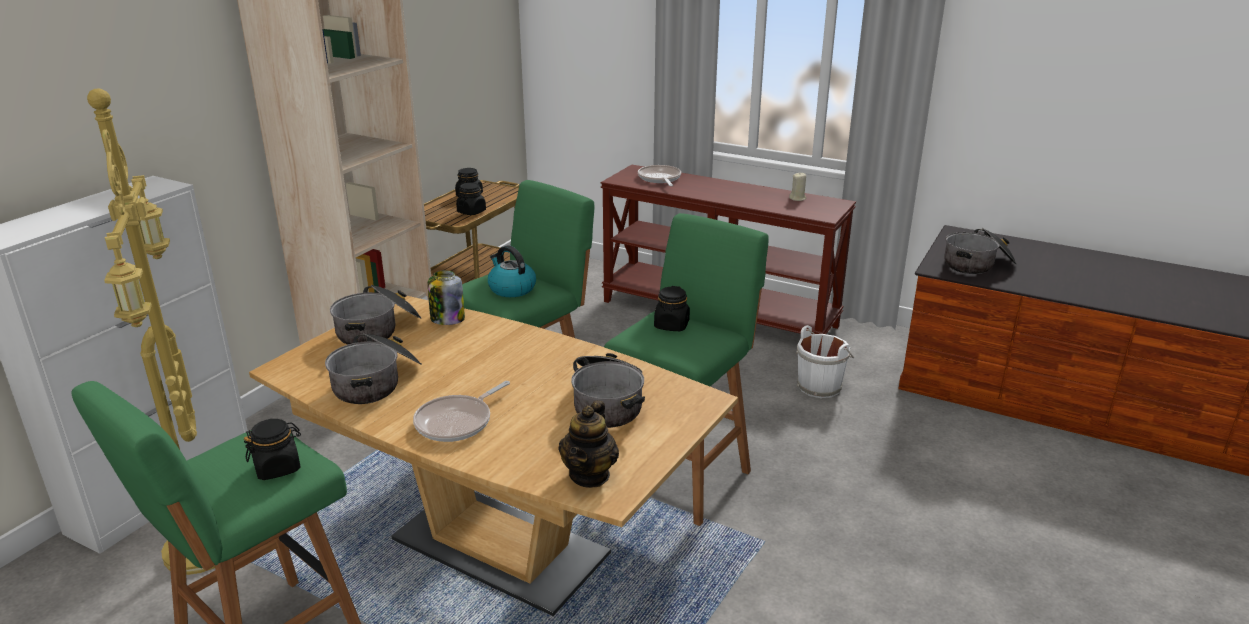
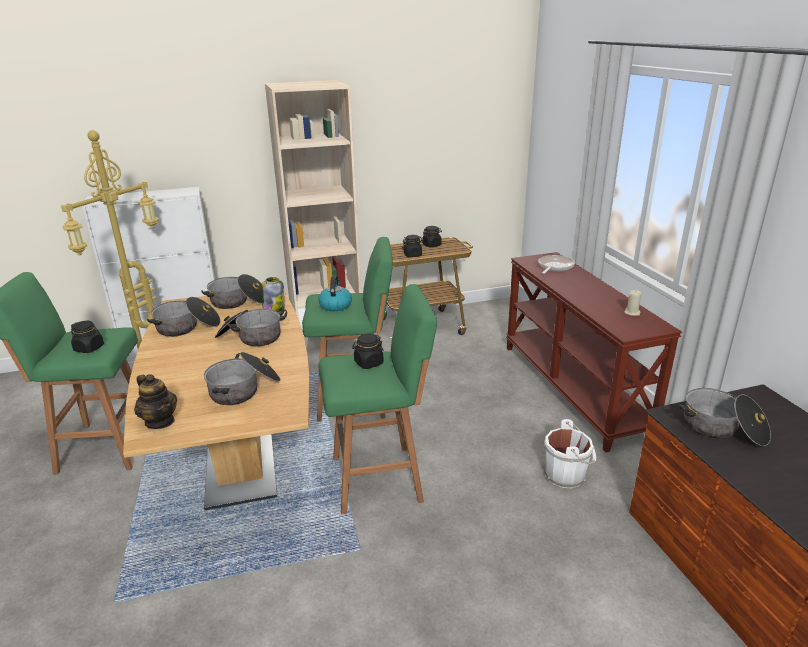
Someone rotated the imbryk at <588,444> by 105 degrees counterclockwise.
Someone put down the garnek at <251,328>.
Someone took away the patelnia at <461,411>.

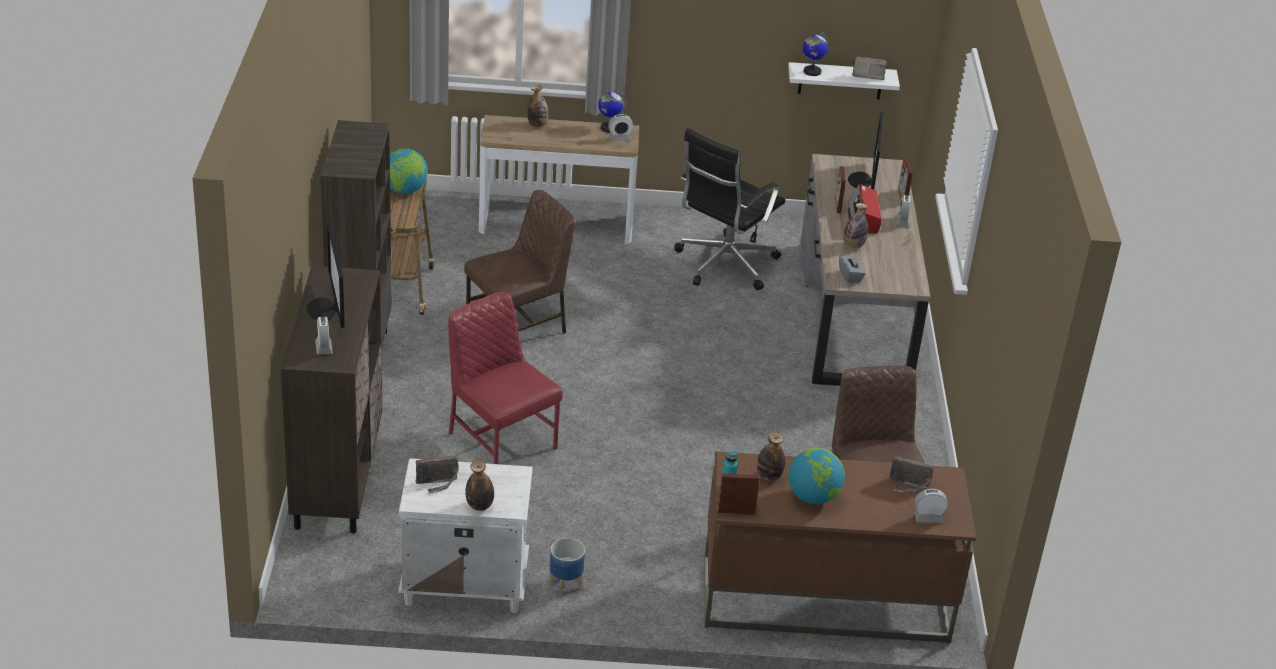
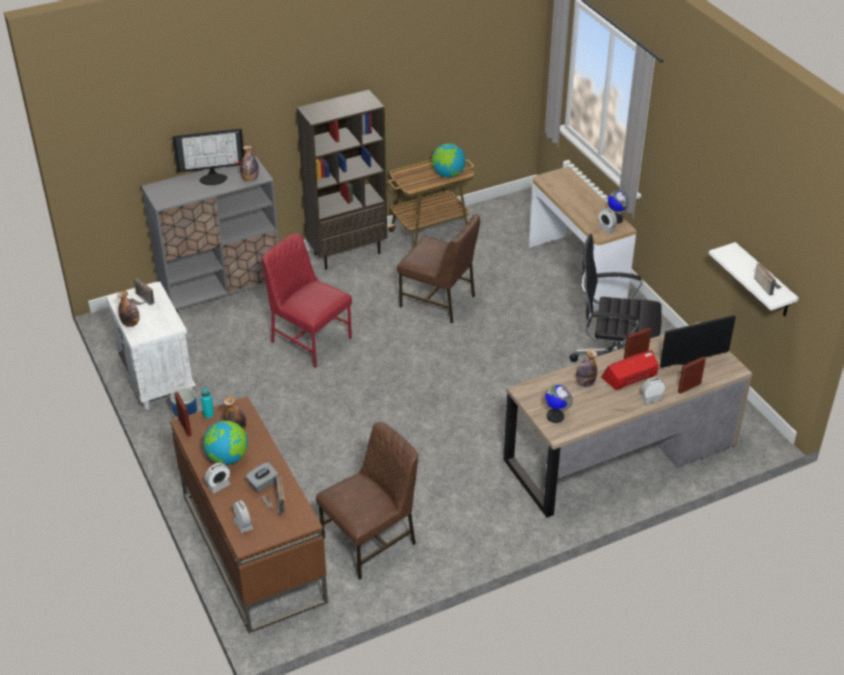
Someone repainted the szafka/brązowy at <331,399>, which became the szafka/szary at <210,235>.
Someone rotated the monitor at <325,275> by 150 degrees counterclockwise.
Someone carried the budzik from <324,336> to <217,478>.
Someone carried the butelka from <538,106> to <249,164>.
Someone carried the pudełko chusteczek/szary from <852,268> to <262,477>.
Someone rotated the krzesło/czerwony at <505,378> by 75 degrees counterclockwise.
Someone carried the globus from <815,54> to <559,404>.

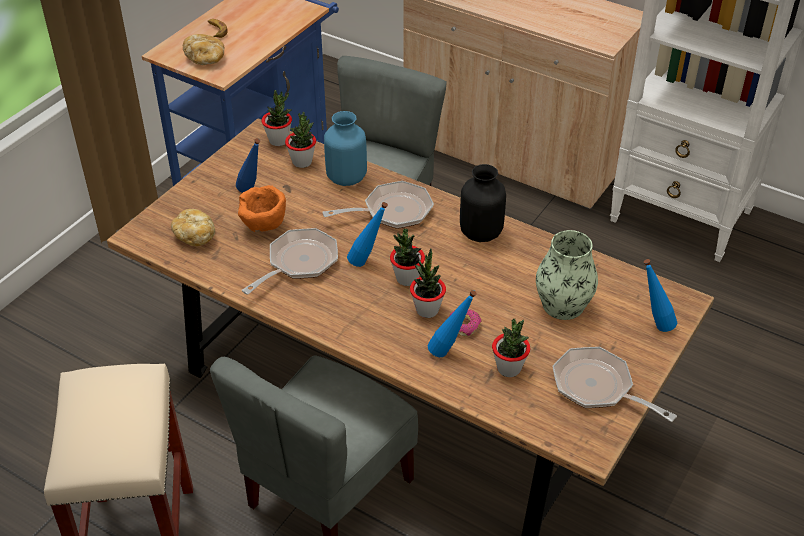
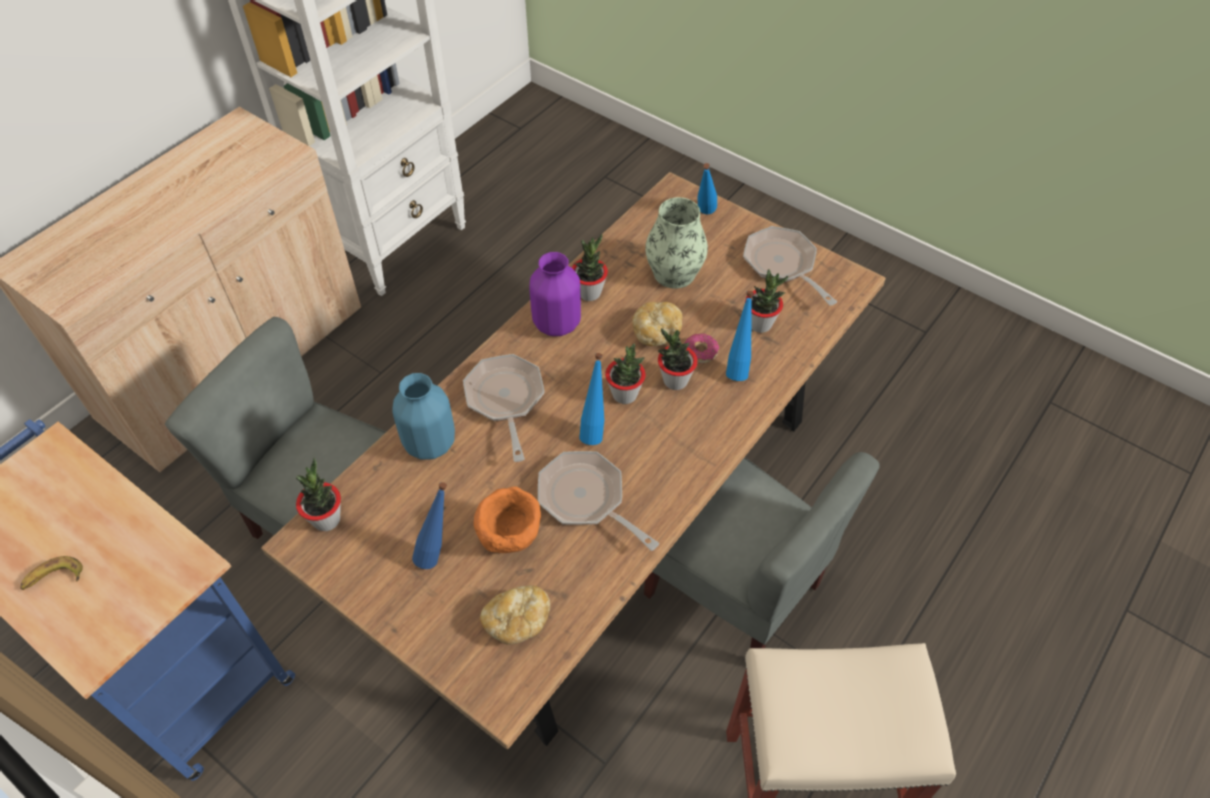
Someone repainted the wazon/czarny at <483,203>, which became the wazon/fioletowy at <555,294>.
Someone carried the roślina doniczkowa from <300,140> to <590,267>.
Someone carried the chleb from <203,49> to <657,324>.
Someone rotated the patelnia at <615,384> by 105 degrees clockwise.

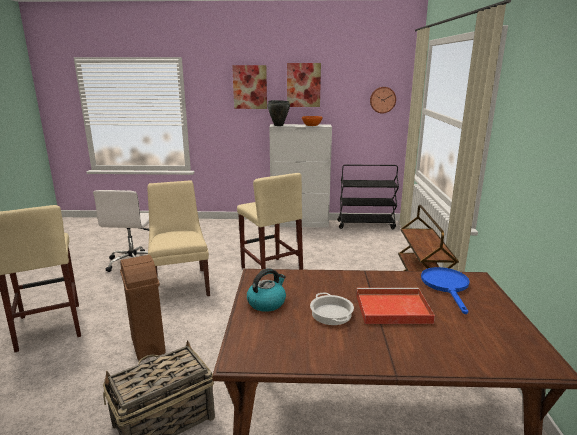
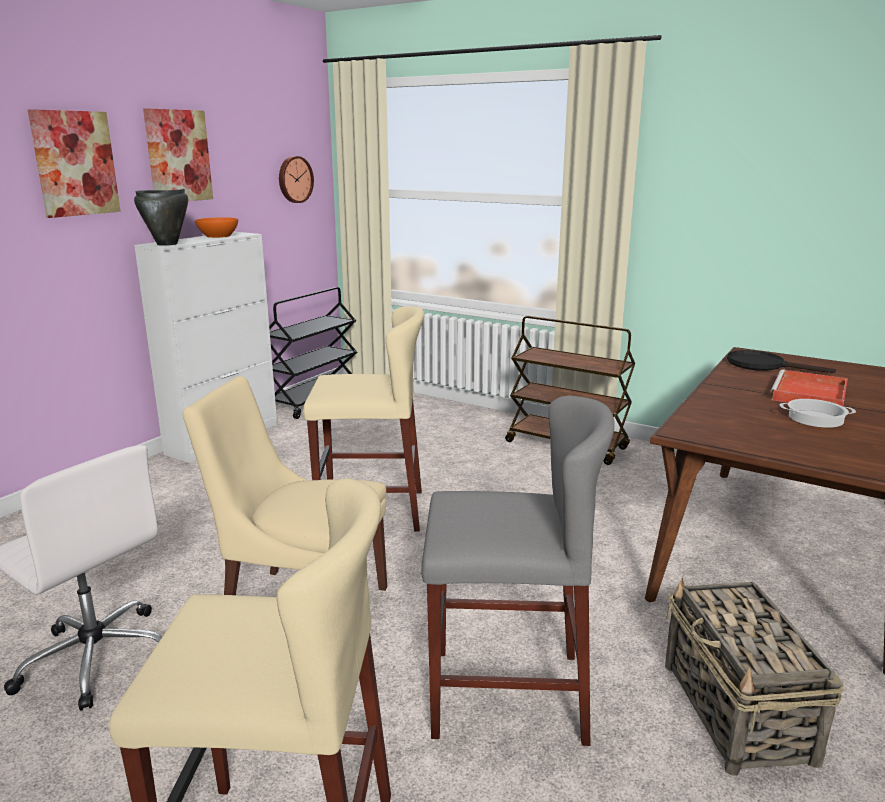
Someone swapped the kosz na śmieci/brązowy at <143,308> for the stołek/szary at <518,570>.
Someone repainted the patelnia/niebieski at <445,290>, which became the patelnia/czarny at <781,361>.
Someone took away the czajnik at <266,290>.

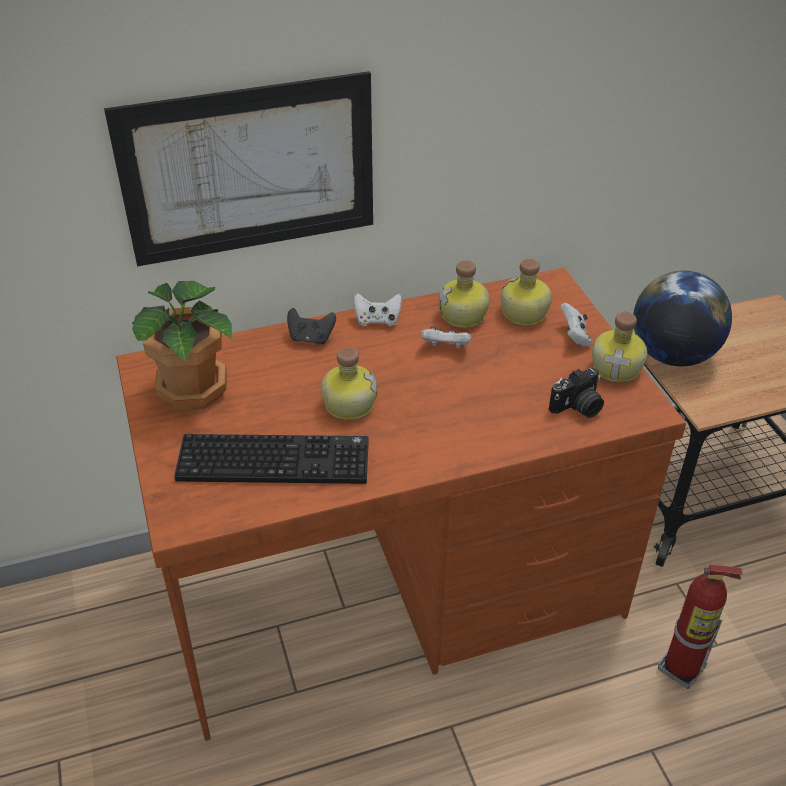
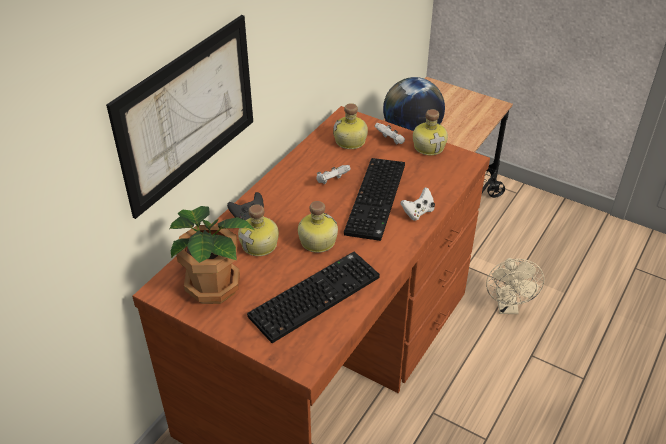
Someone carried the butelka from <464,294> to <258,230>.
Someone put down the klawiatura at <374,199>.
Someone carried the pad do gier/biały from <378,309> to <417,204>.
Someone swapped the gaśnica at <700,627> for the wentylator/beżowy at <515,286>.
Someone took away the aparat fotograficzny at <576,393>.

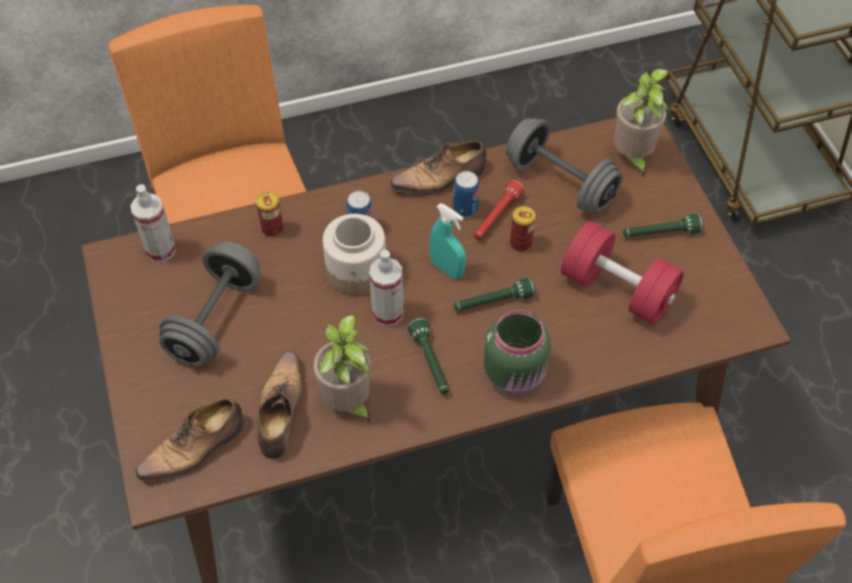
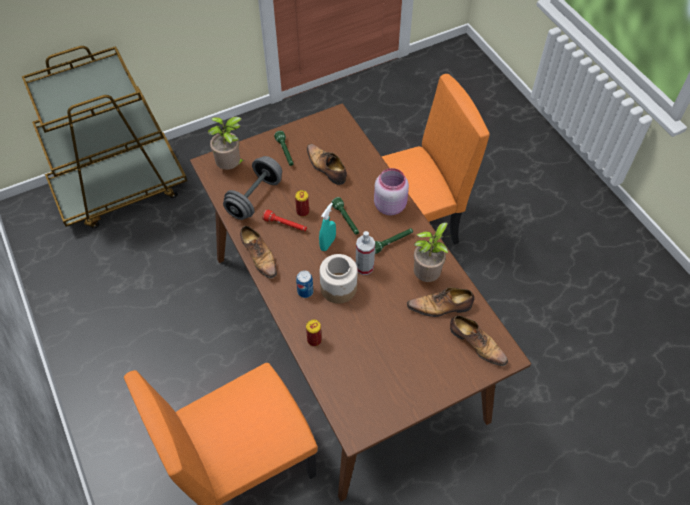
Someone swapped the hantel/czerwony at <622,273> for the but at <327,164>.
Someone repainted the słoik/zielony at <517,352>, which became the słoik/różowy at <391,191>.
Someone took away the spryskiwacz at <153,223>.
Someone took away the hantel/szary at <209,303>.
Someone took away the puszka at <466,194>.

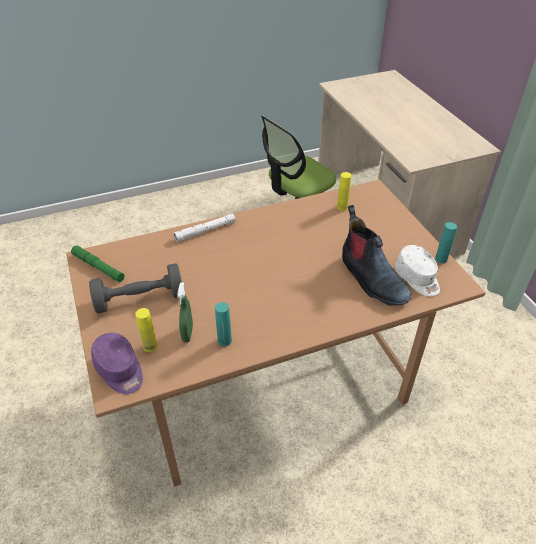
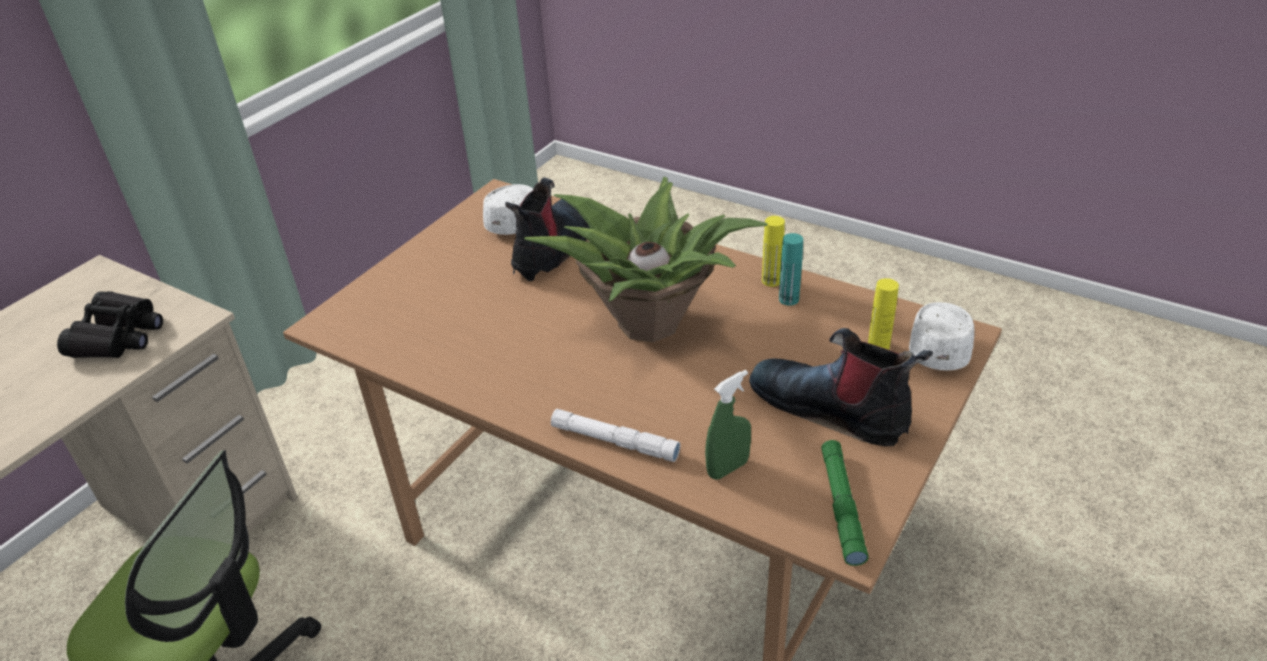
Someone put down the lornetka/czarny at <110,324>.
Someone put down the roślina doniczkowa at <646,259>.
Someone carried the spryskiwacz/zielony from <185,312> to <728,424>.
Someone swapped the hantel/szary at <135,288> for the but z cholewką at <841,387>.
Someone carried the butelka/żółty from <344,191> to <773,251>.
Someone repainted the czapka z daszkiem/fioletowy at <117,363>, which became the czapka z daszkiem/biały at <941,336>.
Someone took away the butelka/turkusowy at <446,242>.

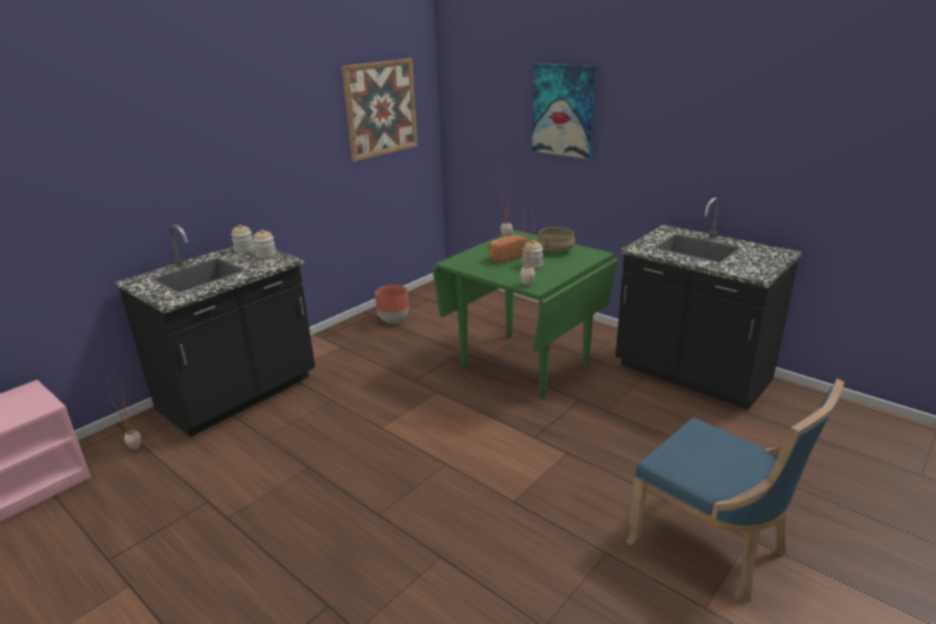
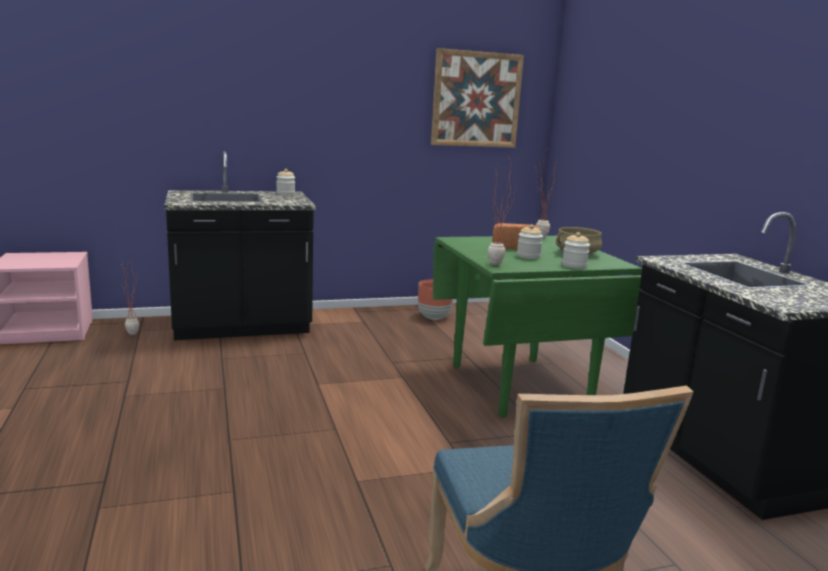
Someone carried the słoik from <264,244> to <576,250>.
Someone took away the obraz at <564,111>.

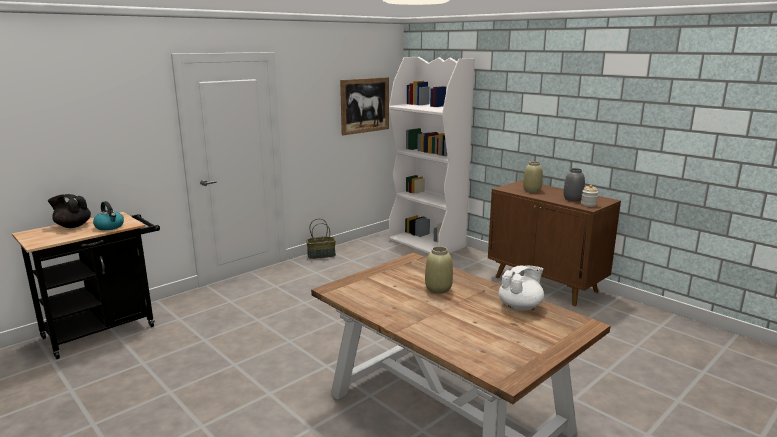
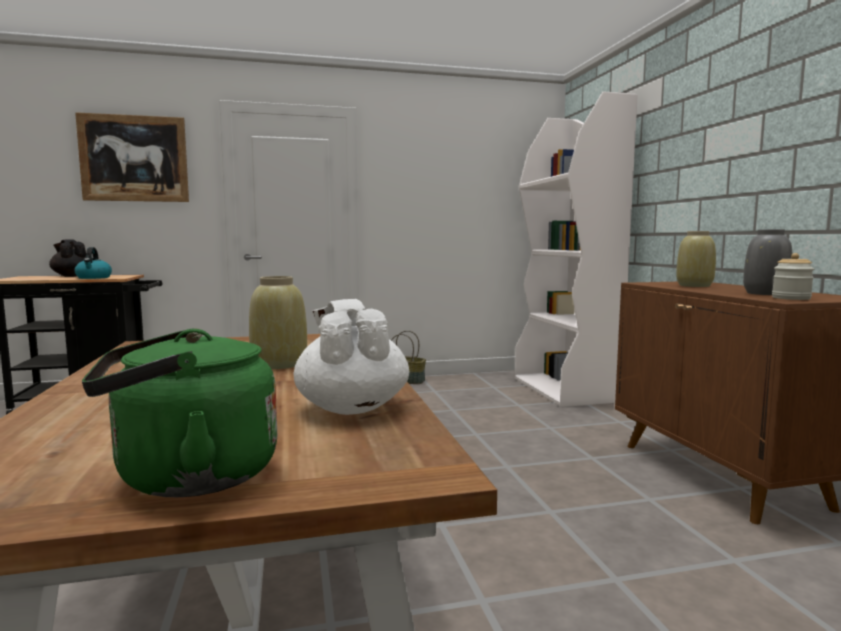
Someone carried the obraz from <364,106> to <132,157>.
Someone put down the czajnik/zielony at <179,412>.
Someone rotated the imbryk/biały at <521,288> by 105 degrees counterclockwise.

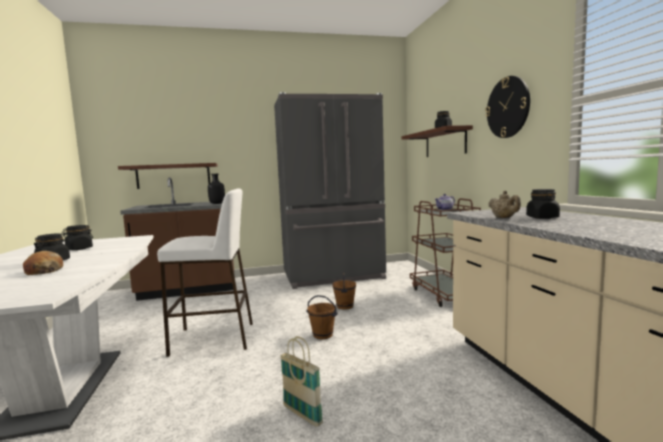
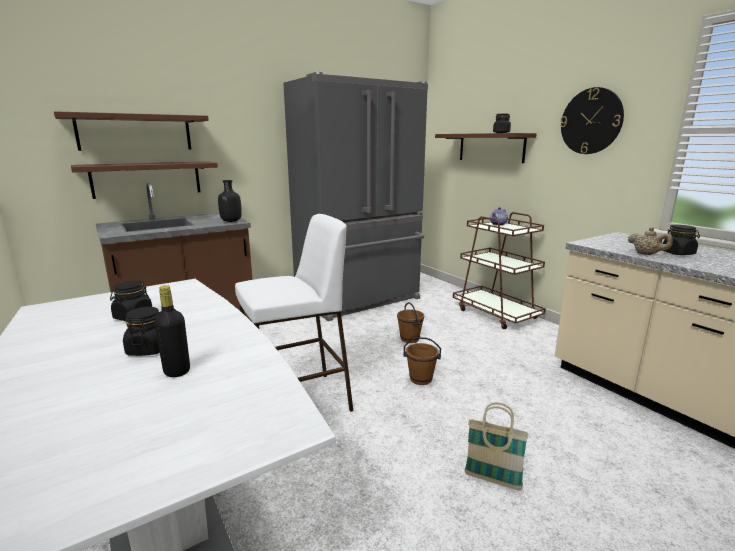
Someone put up the półka/brązowy at <131,131>.
Someone swapped the chleb at <43,263> for the butelka/czarny at <172,331>.

